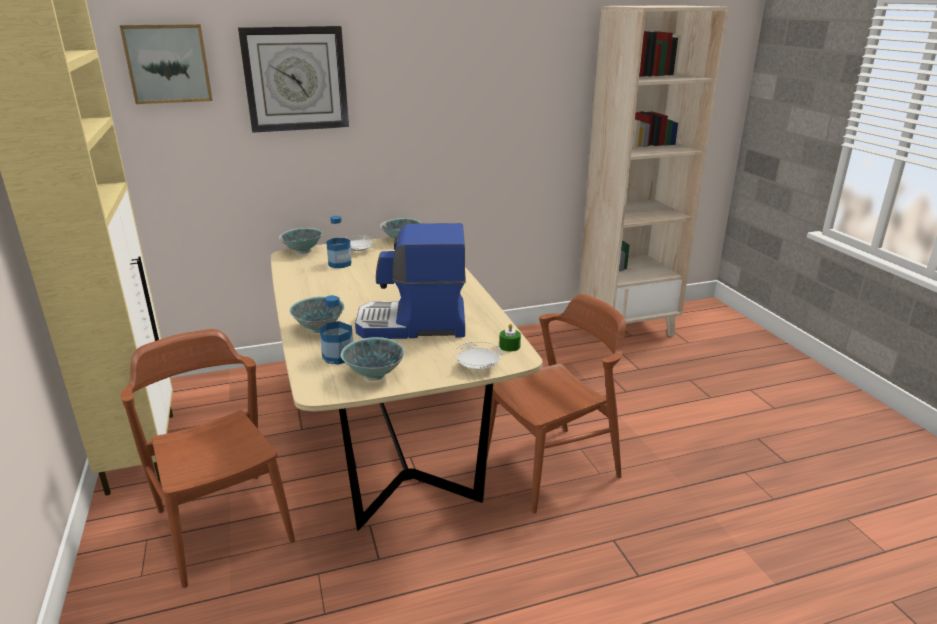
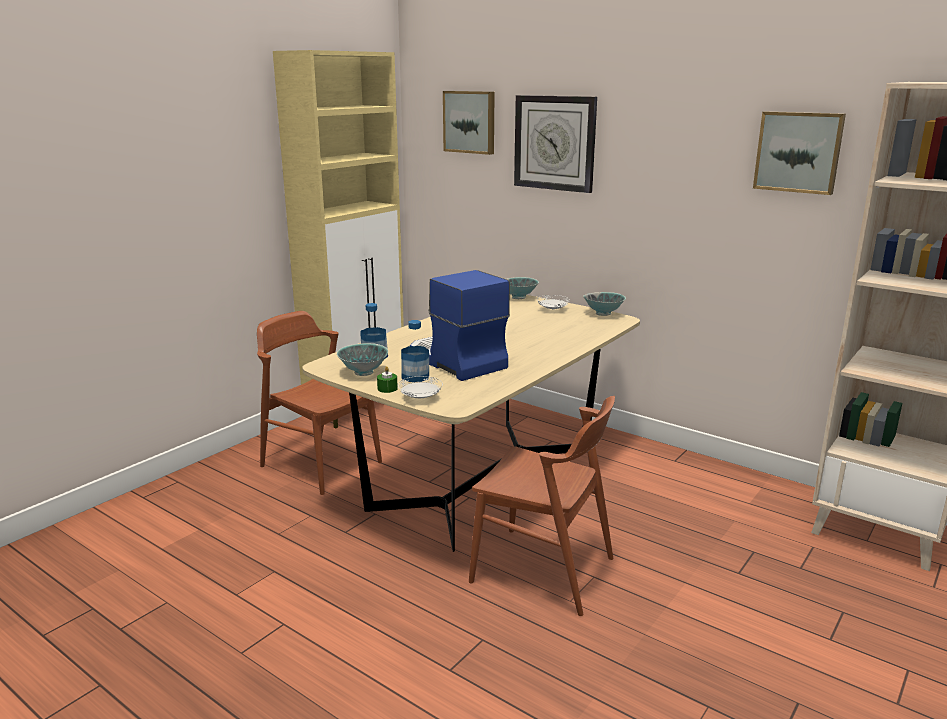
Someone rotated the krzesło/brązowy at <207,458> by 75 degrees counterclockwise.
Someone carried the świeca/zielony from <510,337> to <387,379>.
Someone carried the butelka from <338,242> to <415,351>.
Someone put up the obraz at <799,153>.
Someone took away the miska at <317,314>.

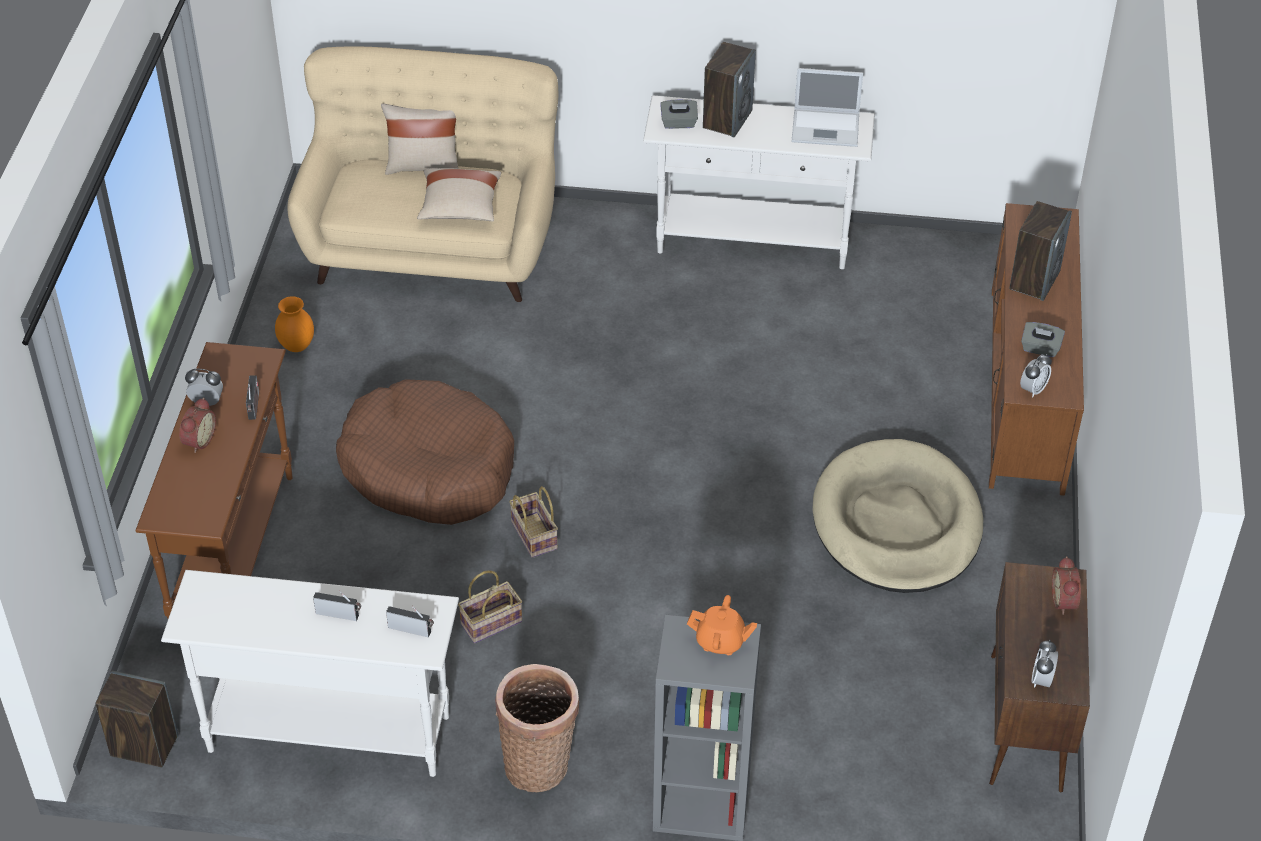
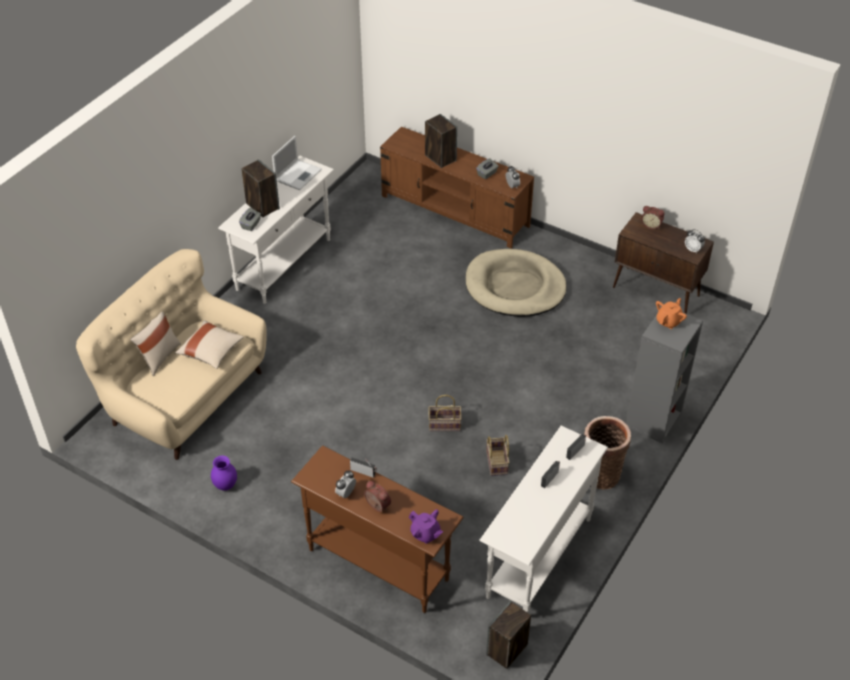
Someone repainted the wazon/pomarańczowy at <294,324>, which became the wazon/fioletowy at <224,473>.
Someone put down the imbryk/fioletowy at <426,527>.
Someone took away the legowisko/brązowy at <425,452>.

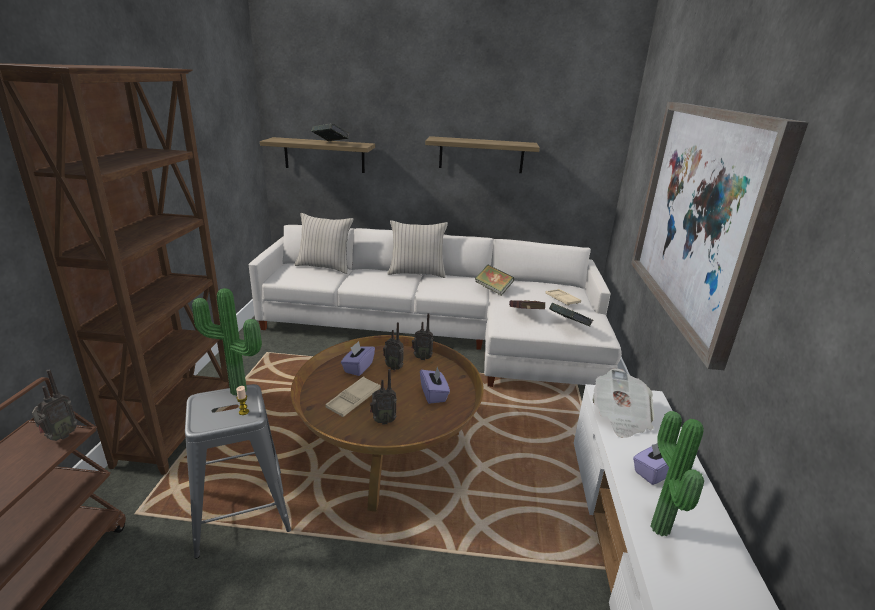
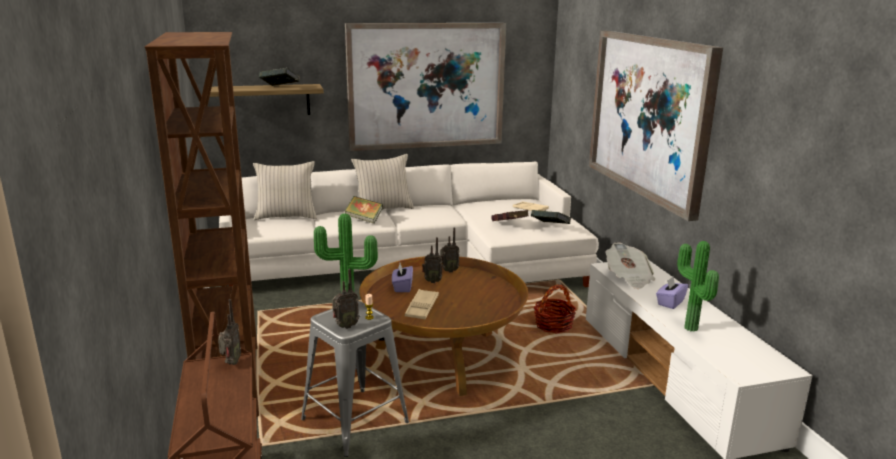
Someone carried the radio from <383,397> to <345,299>.
Someone swapped the półka at <482,154> for the obraz at <425,87>.
Someone carried the książka from <494,280> to <364,210>.
Someone put down the koszyk at <555,309>.
Someone took away the pudełko chusteczek/fioletowy at <435,385>.

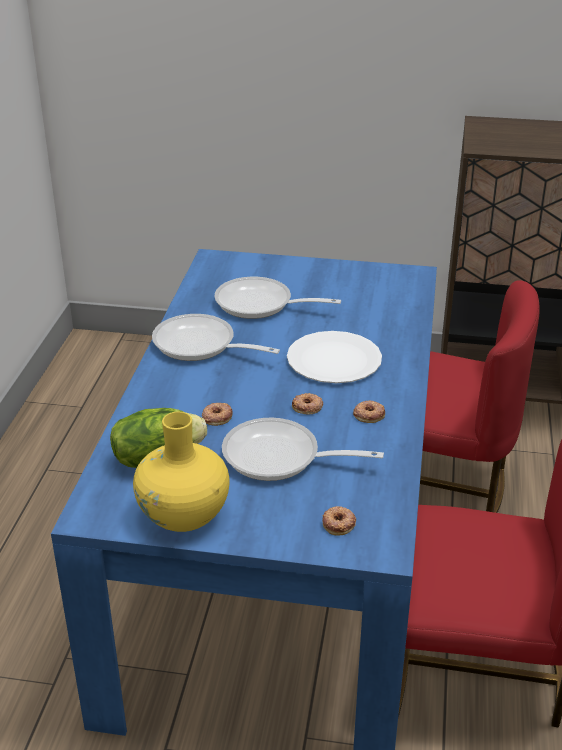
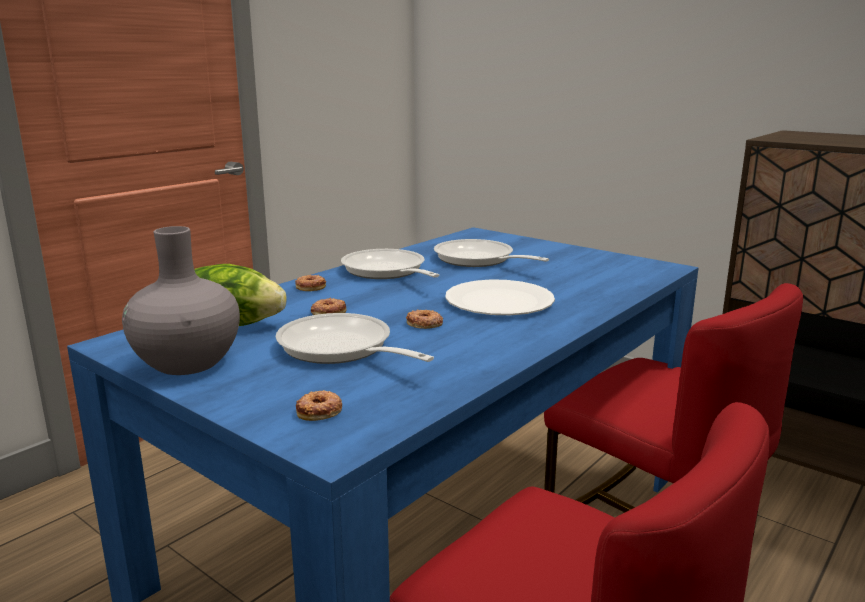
Someone repainted the wazon/żółty at <181,472>, which became the wazon/szary at <181,300>.
Someone carried the donut from <369,411> to <310,283>.

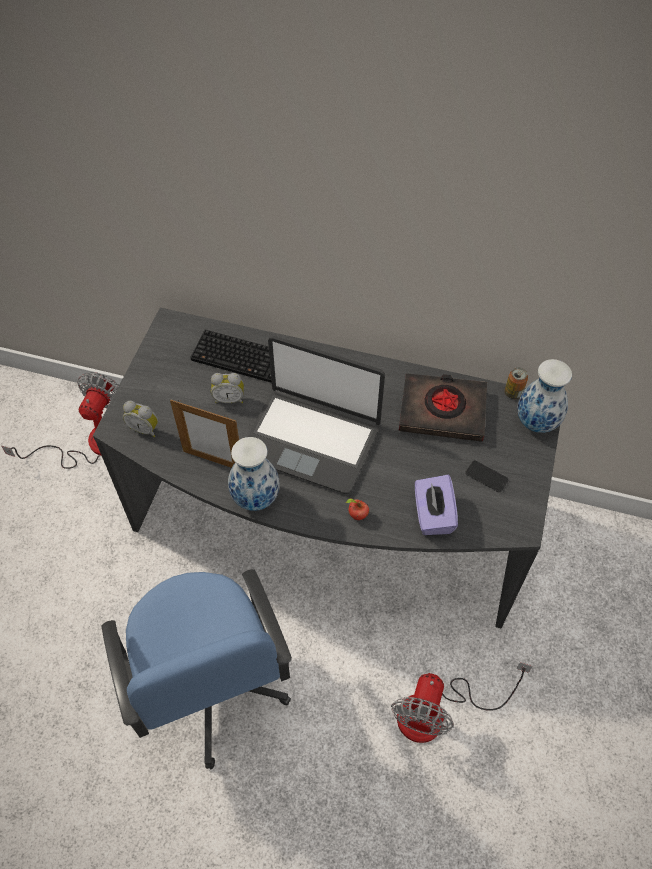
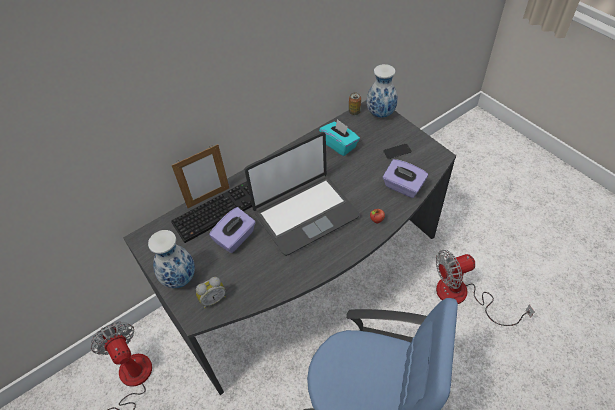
Someone carried the wazon from <254,474> to <171,259>.
Someone carried the ramka na zdjęcie from <204,433> to <200,176>.
Someone swapped the budzik at <227,388> for the pudełko chusteczek/fioletowy at <232,230>.
Someone swapped the książka/czarny at <443,407> for the pudełko chusteczek/turkusowy at <339,137>.
Someone rotated the wentylator at <462,702> by 105 degrees clockwise.

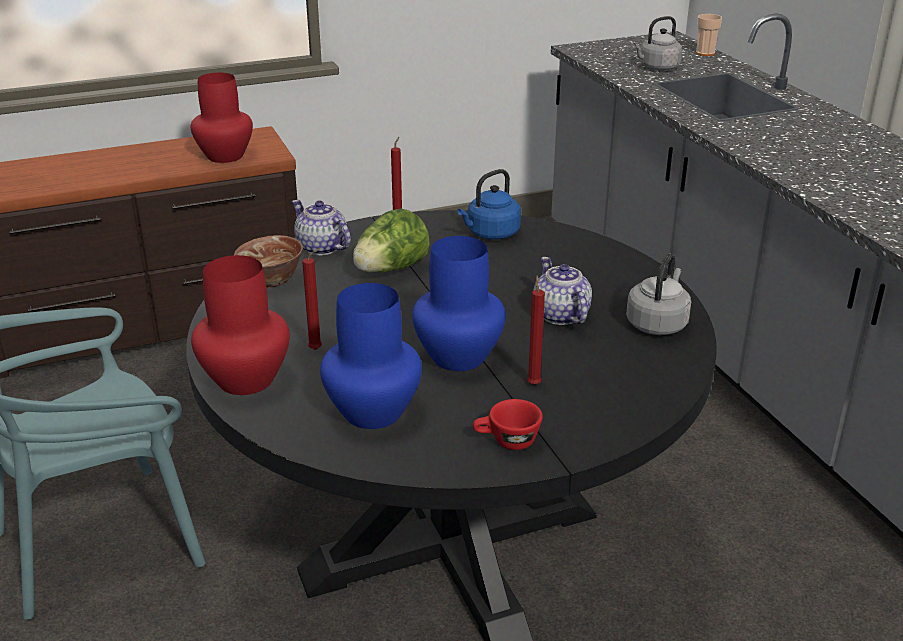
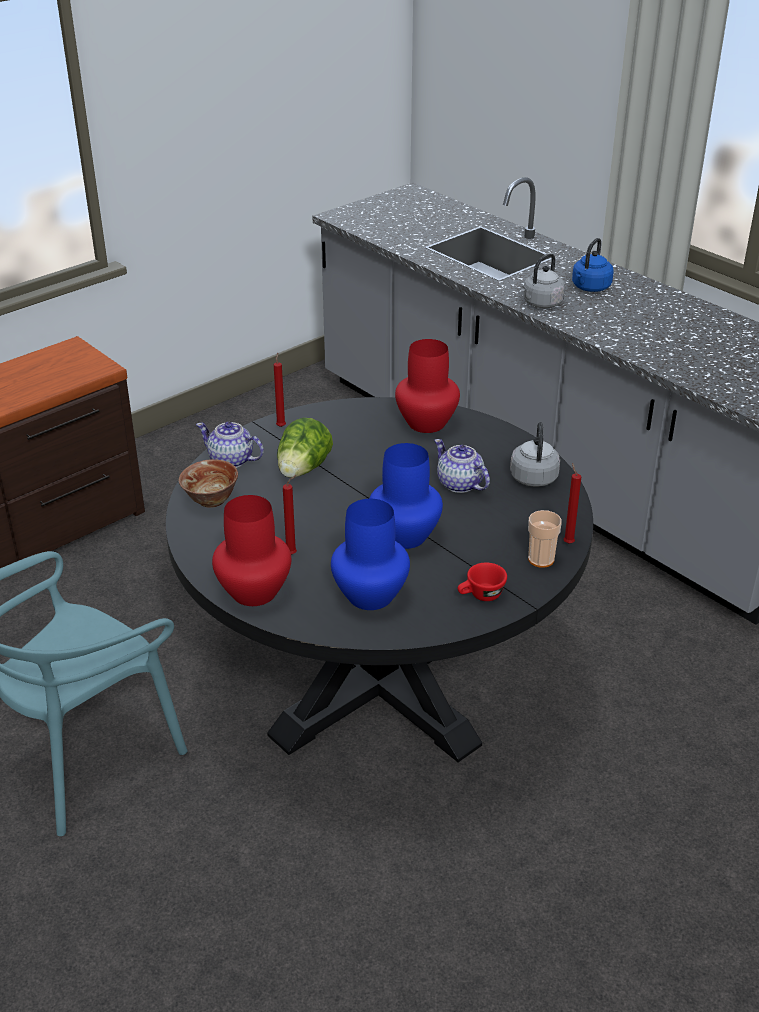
Someone carried the wazon/czerwony from <221,118> to <427,386>.
Someone carried the czajnik/szary from <657,43> to <543,280>.
Someone carried the filiżanka from <709,35> to <545,539>.
Someone carried the świeca/czerwony from <536,330> to <572,503>.
Someone carried the czajnik/niebieski from <489,204> to <593,265>.

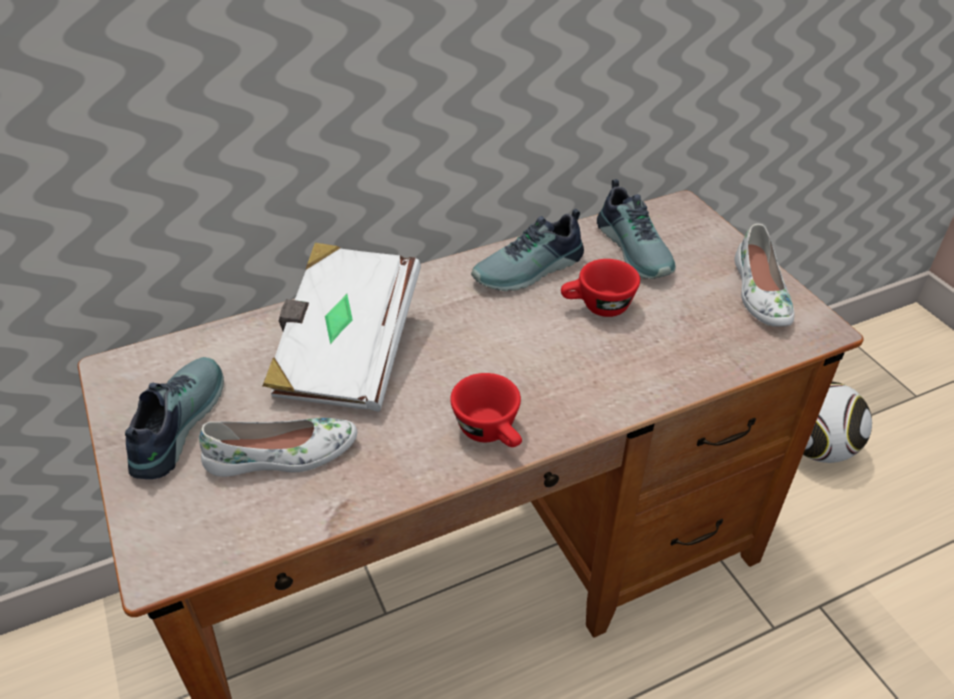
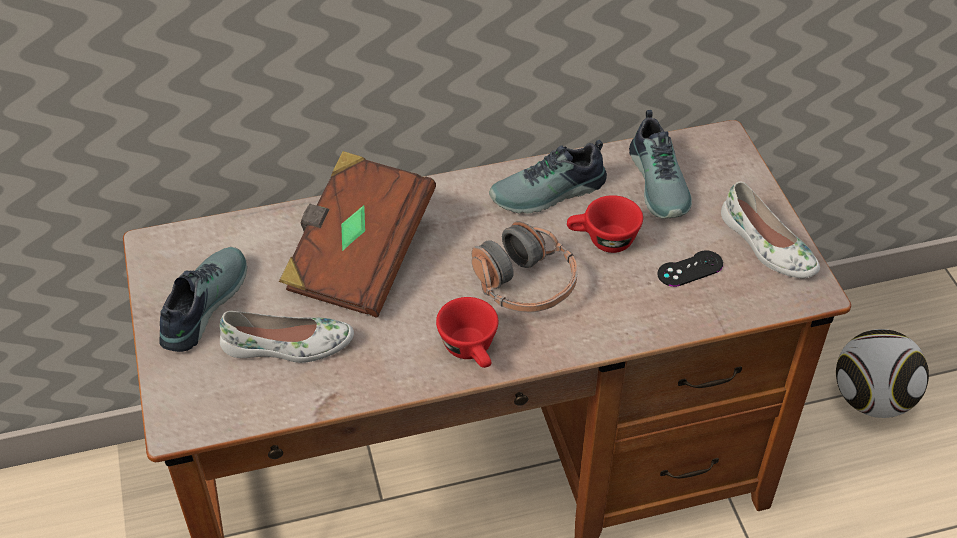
Someone repainted the książka/biały at <342,327>, which became the książka/brązowy at <357,234>.
Someone put down the słuchawki at <525,266>.
Someone put down the pad do gier/czarny at <690,268>.
Someone rotated the but/biały at <764,275> by 45 degrees counterclockwise.

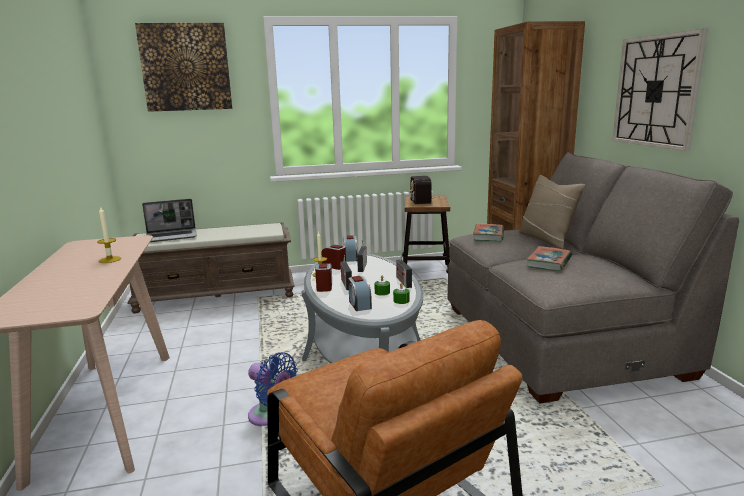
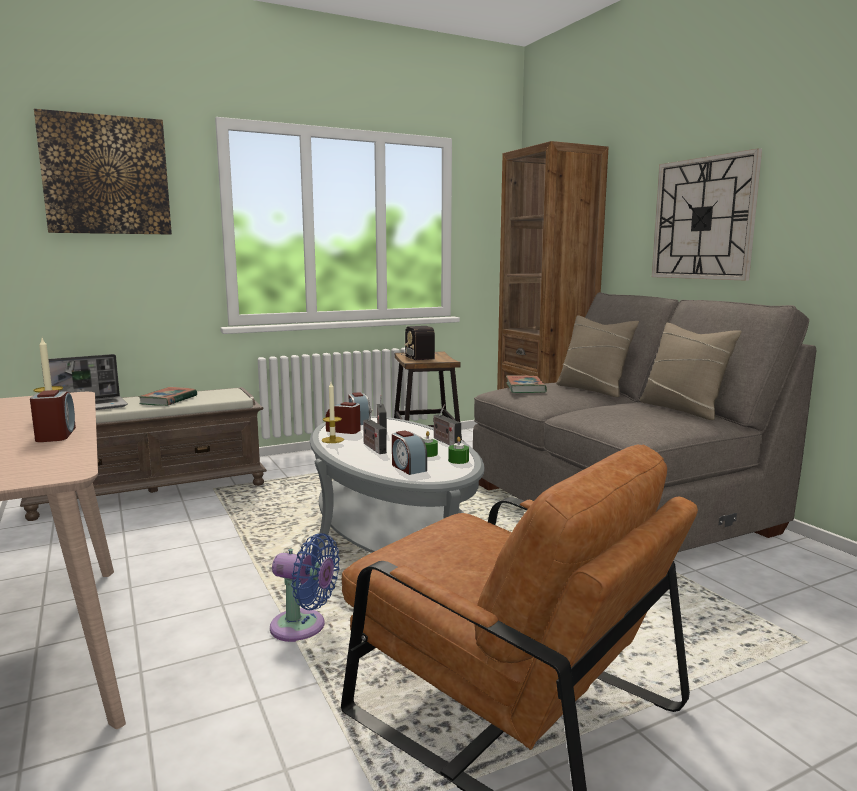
Someone carried the budzik from <323,277> to <53,416>.
Someone carried the książka from <549,258> to <167,396>.
Someone put down the poduszka/beżowy at <691,371>.

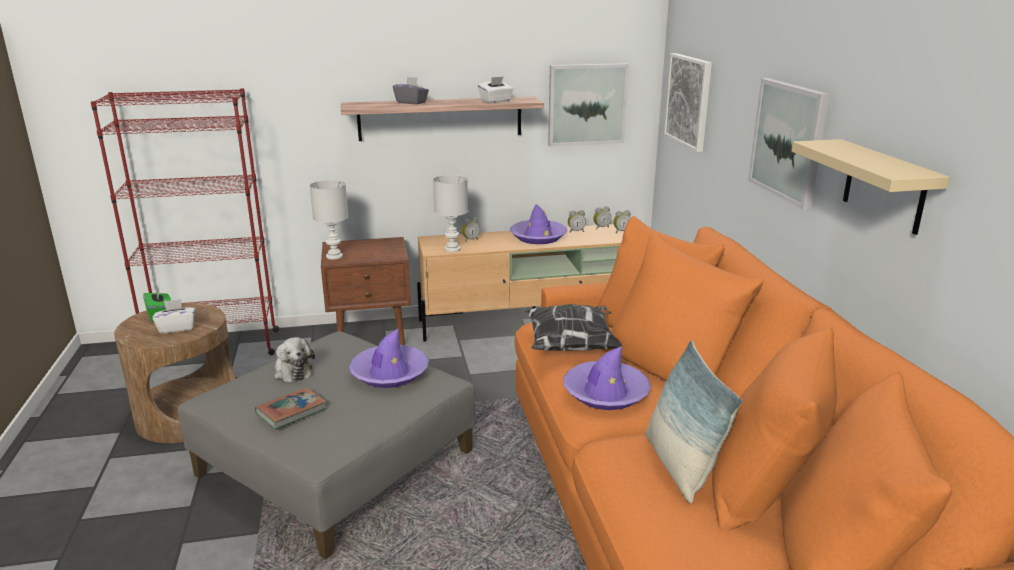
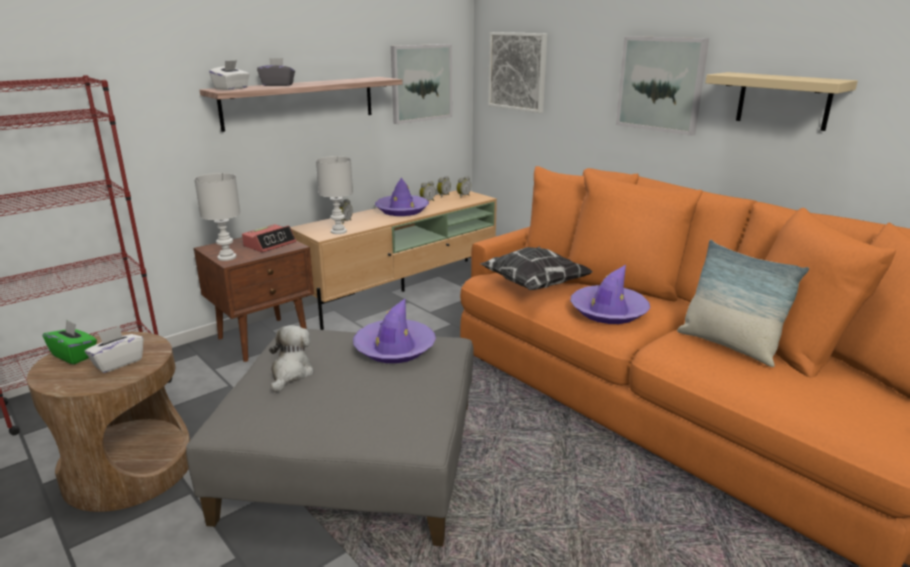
Someone carried the pudełko chusteczek/biały from <496,89> to <229,75>.
Someone put down the budzik at <269,238>.
Someone rotated the pluszak at <294,360> by 105 degrees counterclockwise.
Someone took away the książka at <291,408>.

